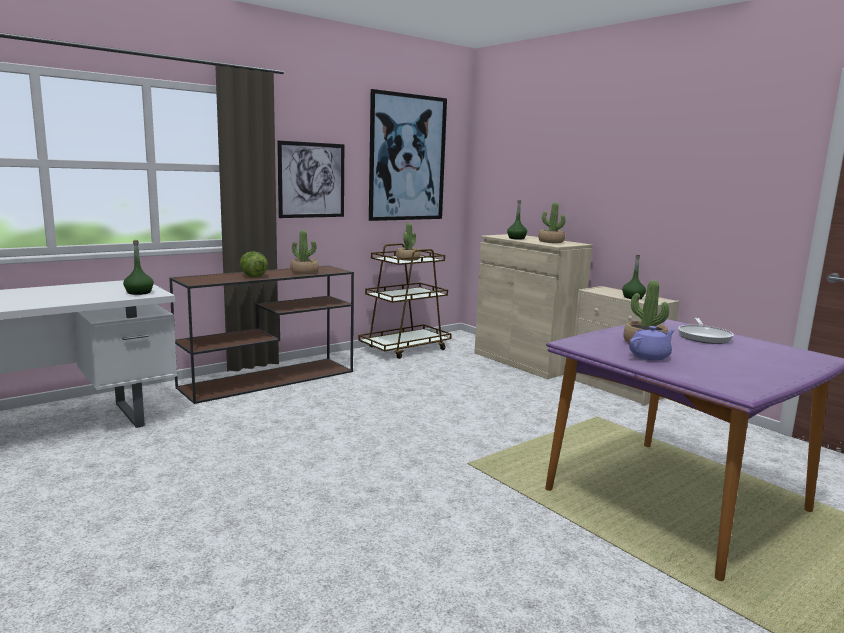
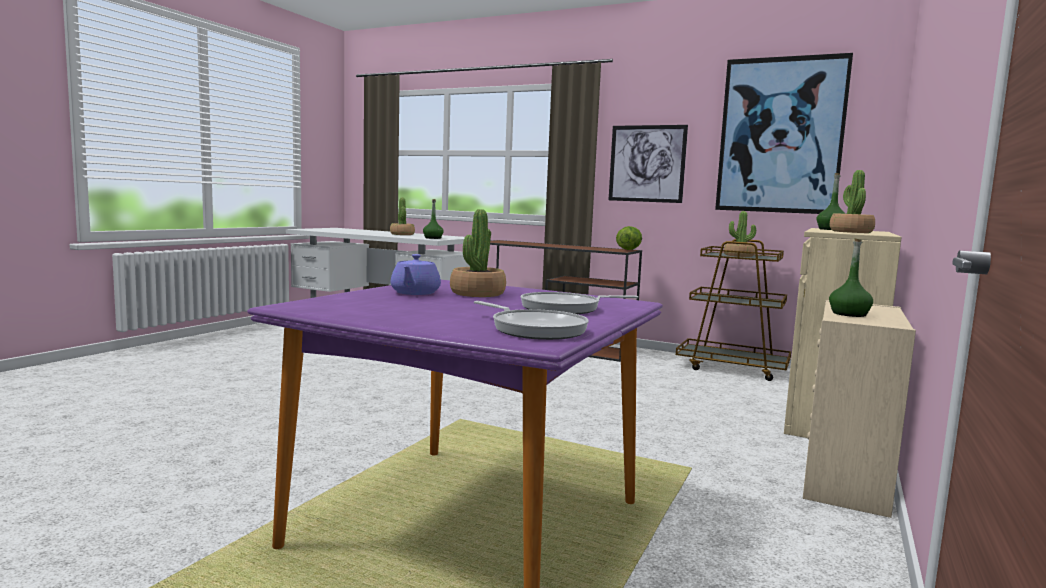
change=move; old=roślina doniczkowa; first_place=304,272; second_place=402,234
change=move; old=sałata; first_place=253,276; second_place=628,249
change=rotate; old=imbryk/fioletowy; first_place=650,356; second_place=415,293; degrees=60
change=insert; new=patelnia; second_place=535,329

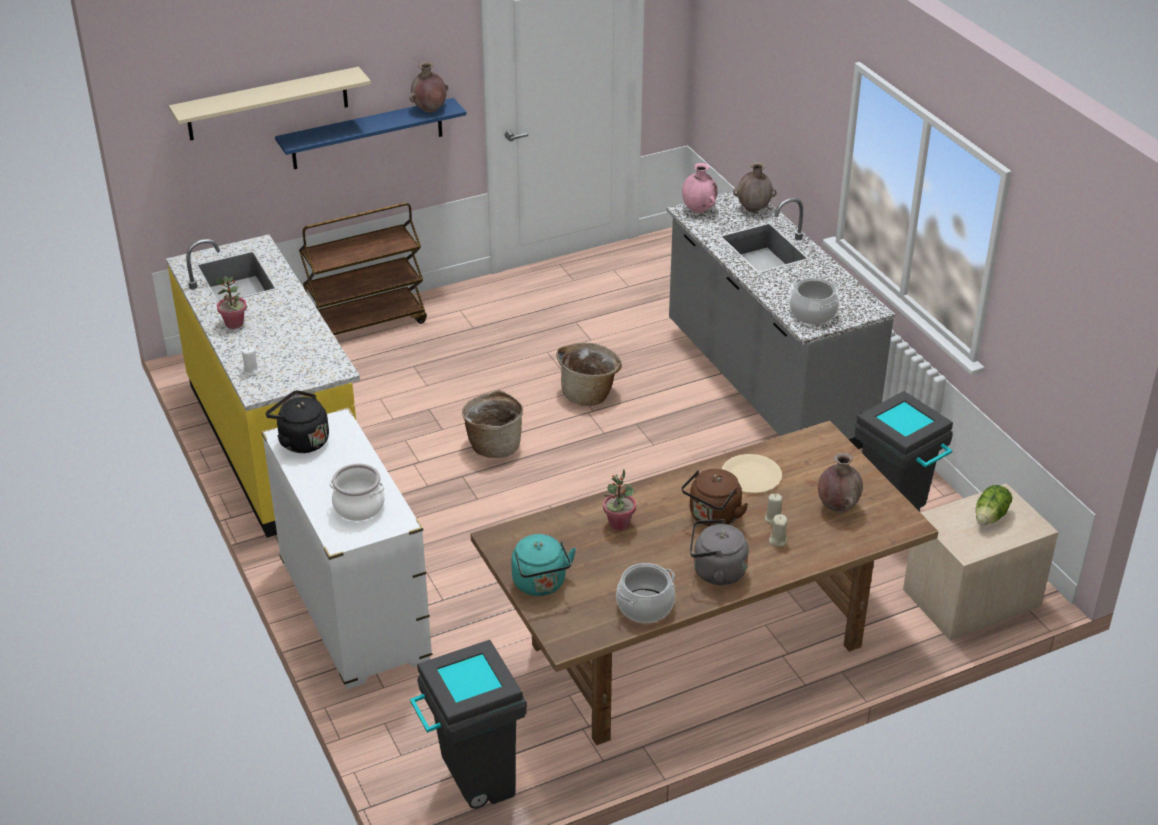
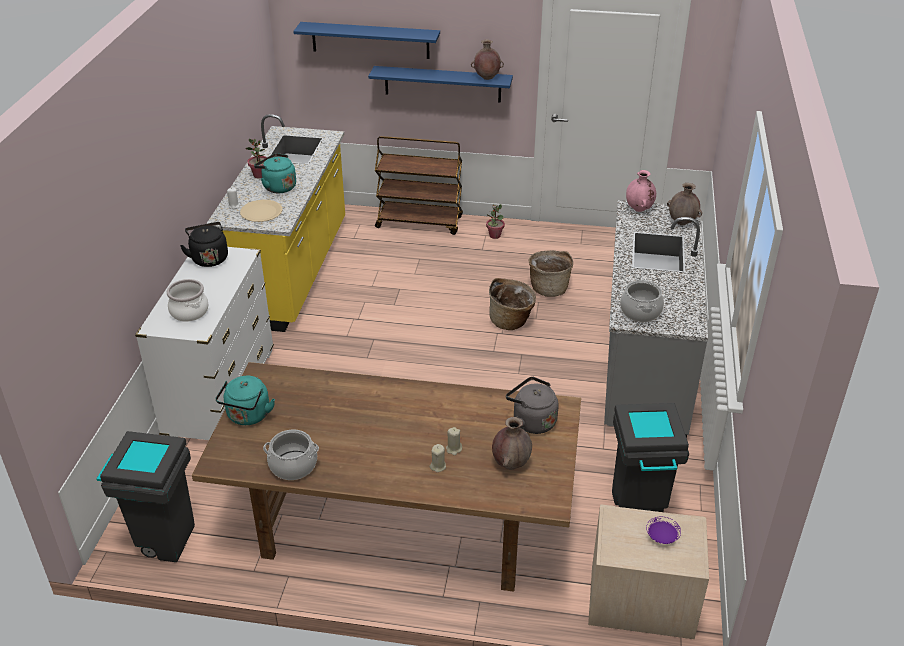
change=recolor; old=półka/beżowy; new=półka/niebieski; first_place=267,104; second_place=370,40
change=move; old=koszyk; first_place=494,445; second_place=549,288
change=move; old=talerz/beżowy; first_place=751,475; second_place=261,212
change=move; old=roślina doniczkowa; first_place=618,524; second_place=494,235
change=delete; old=czajnik/brązowy; first_place=713,517
change=replace; old=sałata; new=talerz/fioletowy; first_place=991,517; second_place=662,537
change=move; old=czajnik/szary; first_place=715,572; second_place=531,421
change=insert; new=czajnik/turkusowy; second_place=278,187

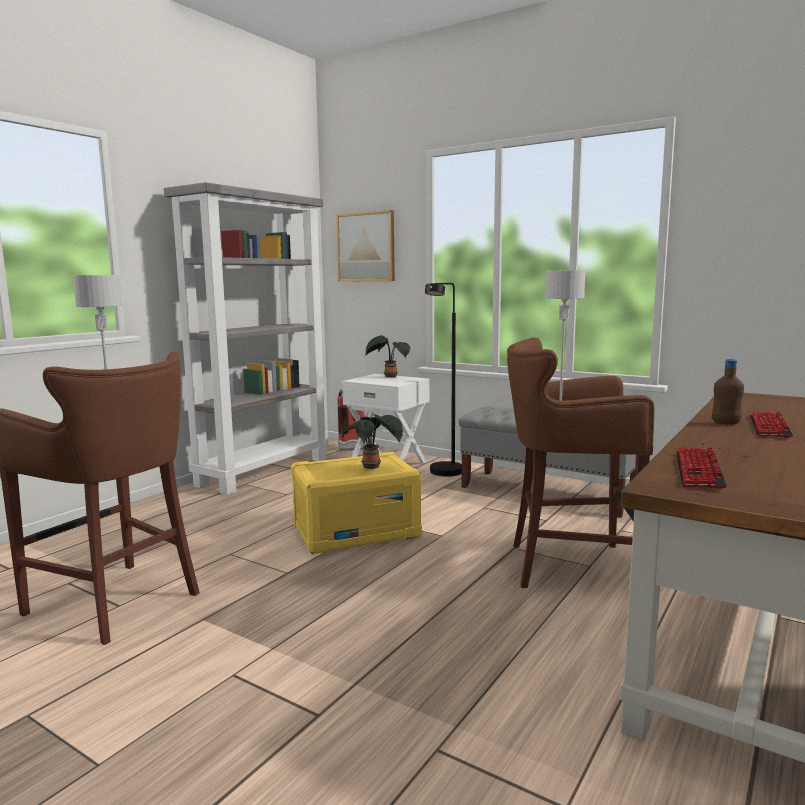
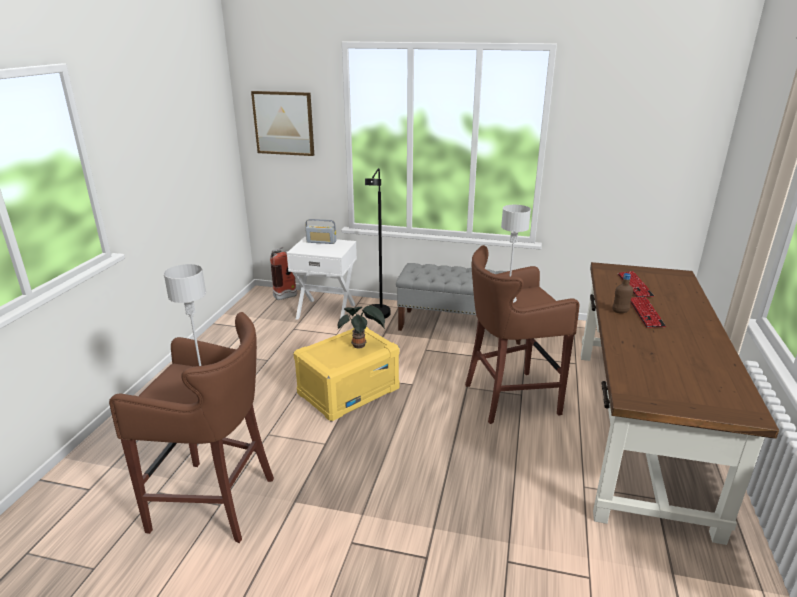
change=delete; old=regał/szary; first_place=264,471
change=replace; old=roślina doniczkowa; new=radio; first_place=389,377; second_place=321,242
change=move; old=klawiatura; first_place=698,470; second_place=634,285

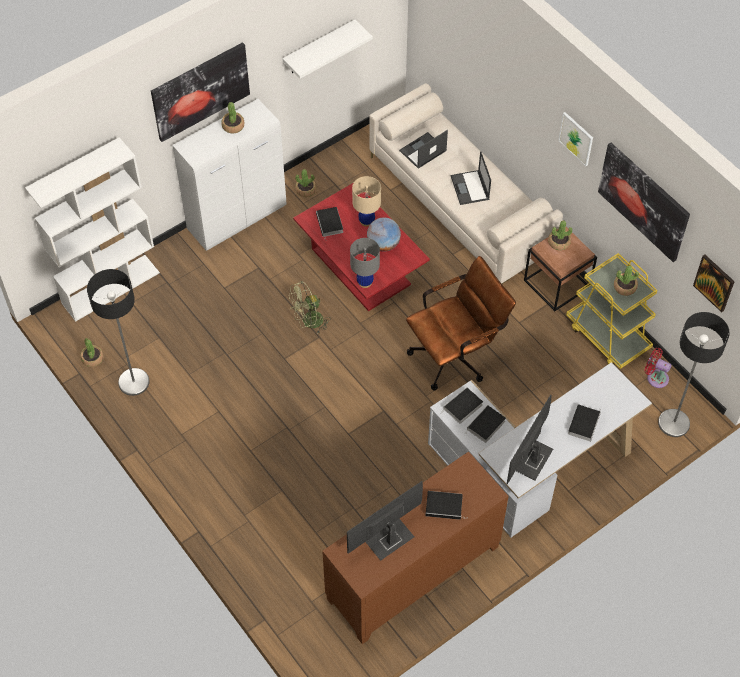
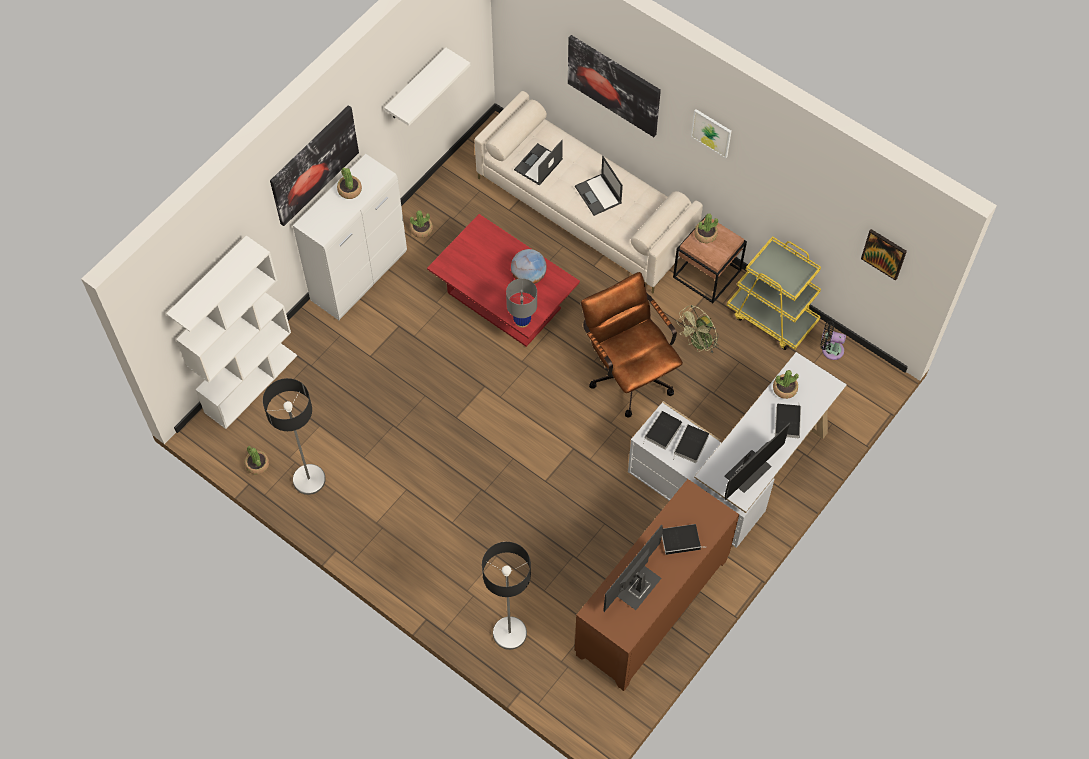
change=move; old=obraz; first_place=643,201; second_place=614,85
change=delete; old=lampa stołowa/beżowy; first_place=366,221
change=delete; old=książka; first_place=330,224
change=rotate; old=krzesło biurowe/brązowy; first_place=456,355; second_place=628,372; degrees=-75
change=move; old=roślina doniczkowa; first_place=625,287; second_place=784,388
change=move; old=wentylator/zielony; first_place=308,322; second_place=698,344
change=move; old=lampa stojąca; first_place=674,423; second_place=510,633
change=recolor; old=wentylator/czerwony; new=wentylator/czarny; first_place=655,377; second_place=830,349
change=rotate; old=monitor; first_place=532,460; second_place=748,471; degrees=-150

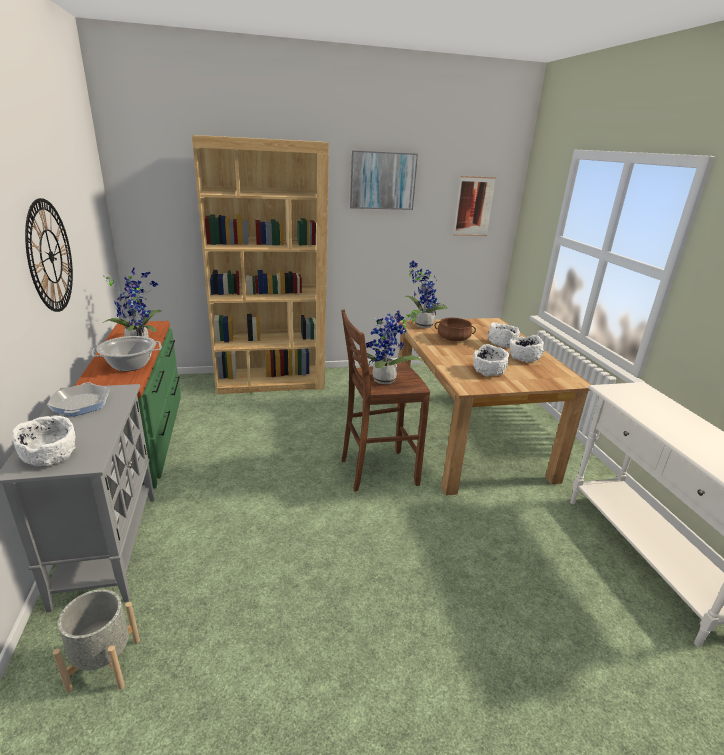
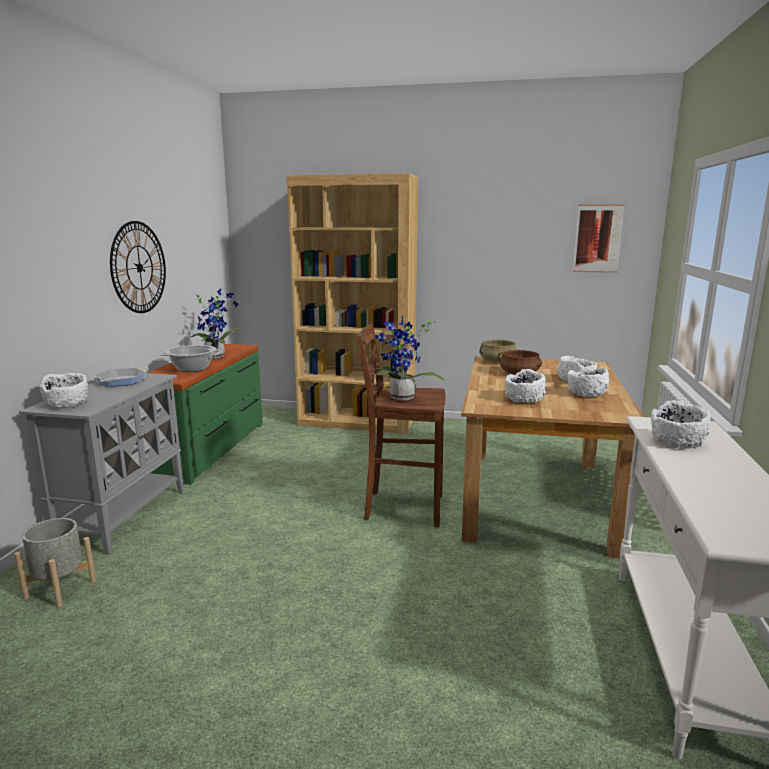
change=delete; old=obraz; first_place=382,180
change=replace; old=roślina doniczkowa; new=garnek/beżowy; first_place=421,325; second_place=497,361
change=insert; new=miska/biały; second_place=677,442

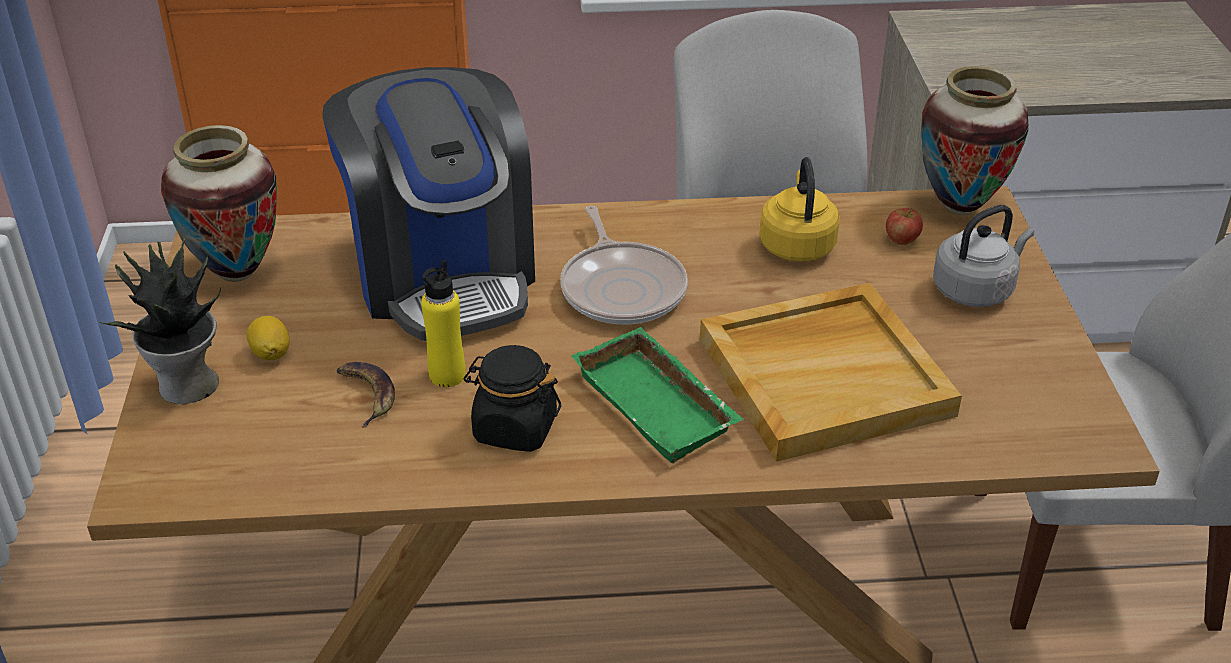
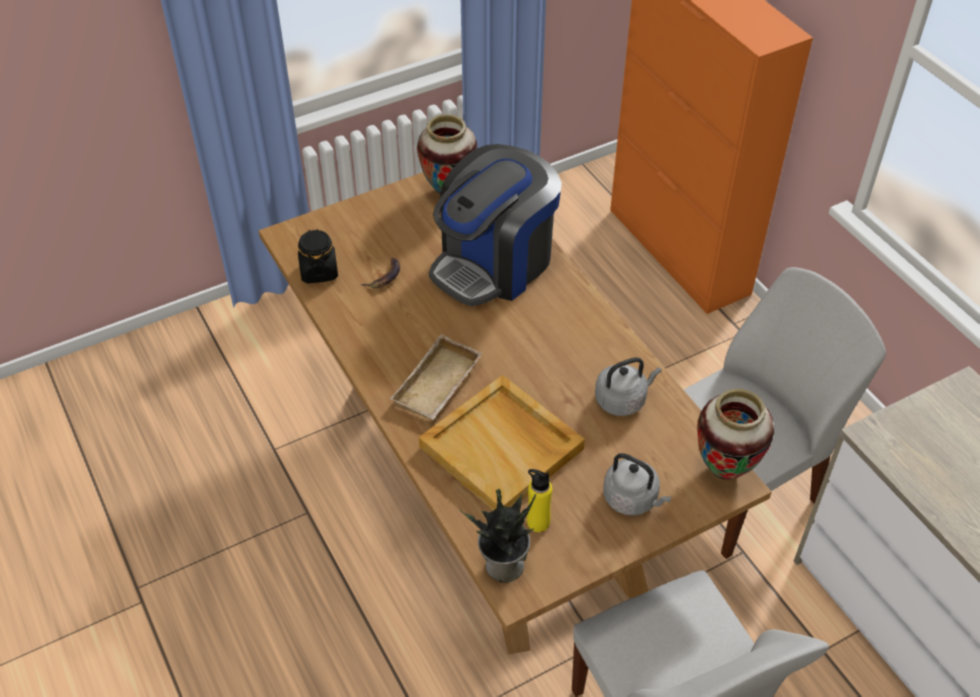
change=recolor; old=czajnik/żółty; new=czajnik/szary; first_place=796,244; second_place=622,400
change=delete; old=patelnia; first_place=622,288
change=delete; old=jabłko; first_place=901,240
change=move; old=roślina doniczkowa; first_place=188,386; second_place=503,566
change=move; old=butelka/żółty; first_place=447,375; second_place=538,522
change=delete; old=cytryna; first_place=271,353
change=recolor; old=taca/zielony; new=taca/beżowy; first_place=660,404; second_place=439,386
change=move; old=słoik/czarny; first_place=514,428; second_place=319,271

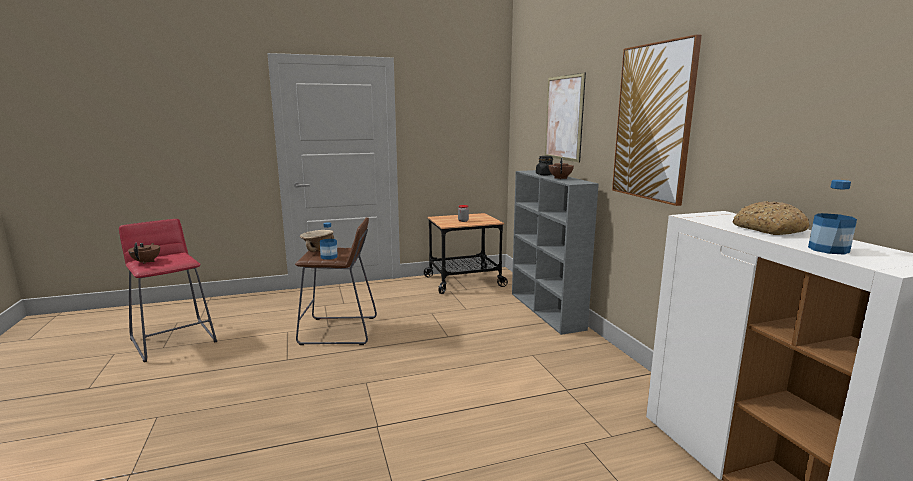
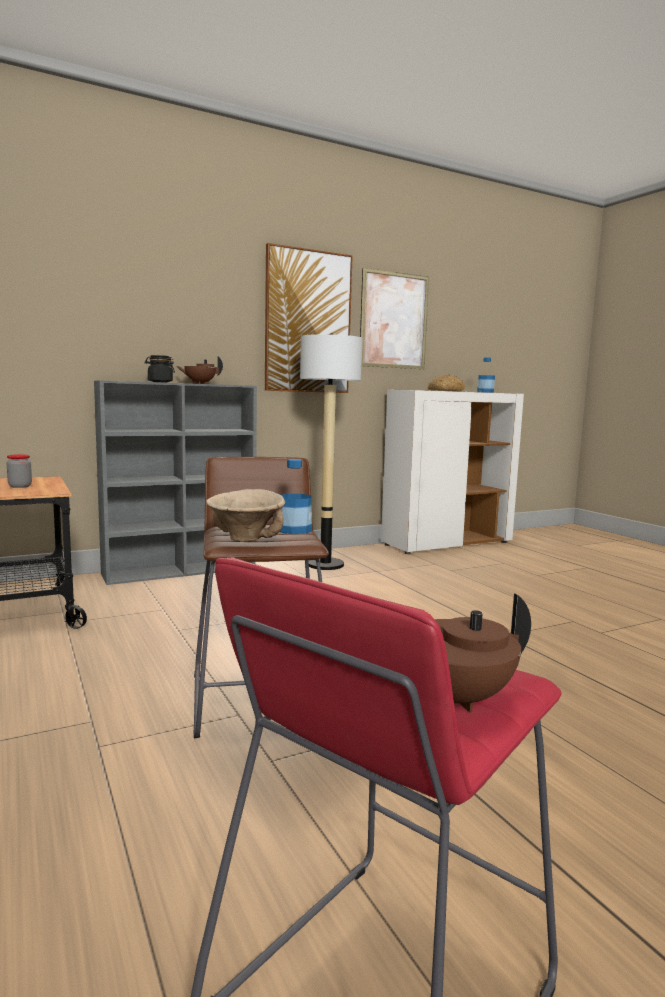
change=move; old=obraz; first_place=564,118; second_place=394,320
change=insert; new=lampa stojąca; second_place=325,564

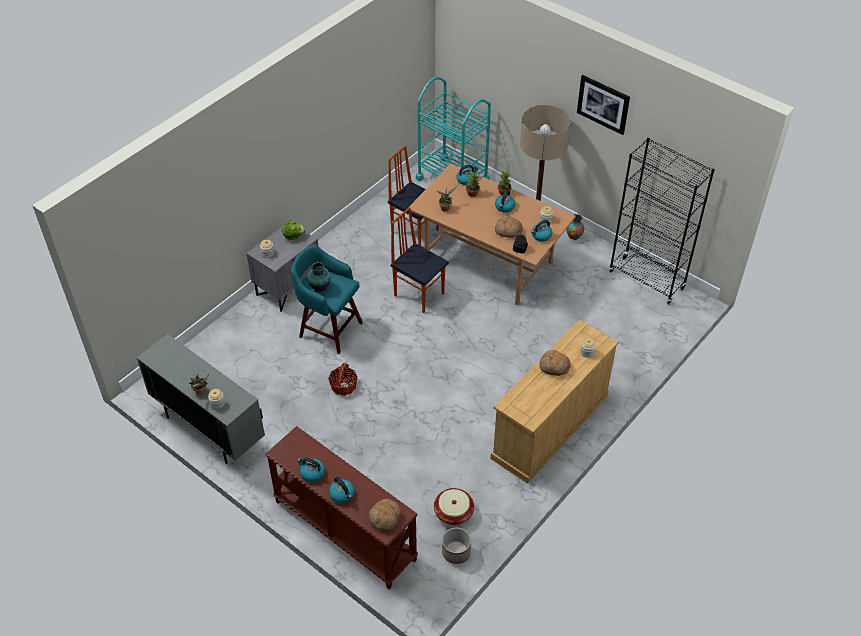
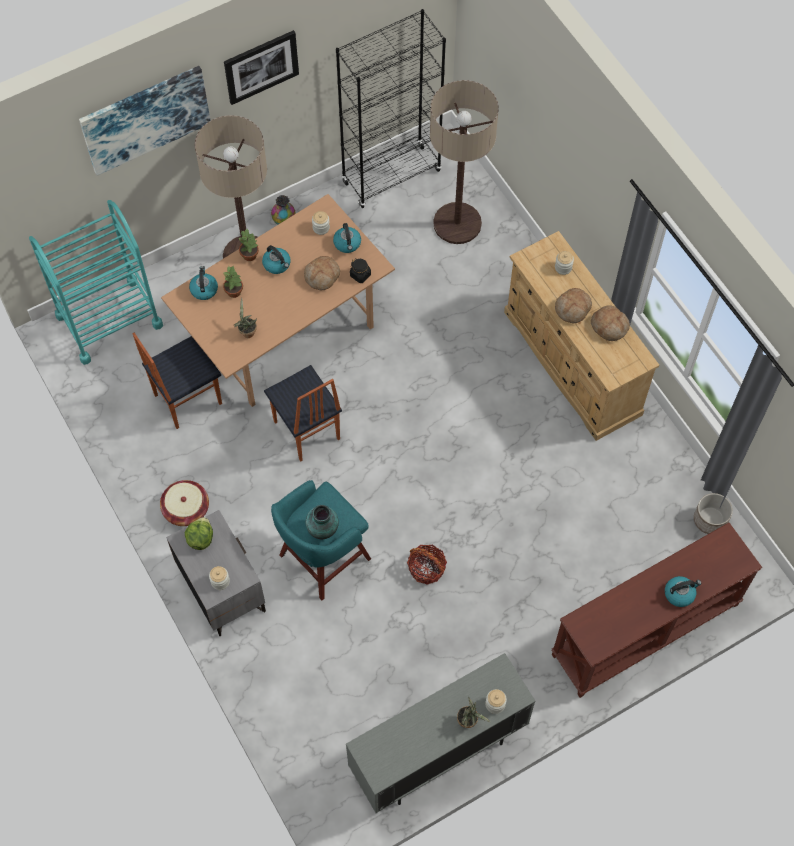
change=rotate; old=krzesło; first_place=419,294; second_place=306,431; degrees=-90
change=delete; old=czajnik; first_place=312,473
change=move; old=koszyk; first_place=453,512; second_place=186,509
change=move; old=chleb; first_place=385,517; second_place=609,326
change=insert; new=obraz; second_place=145,119
change=insert; new=lampa stojąca; second_place=457,224

